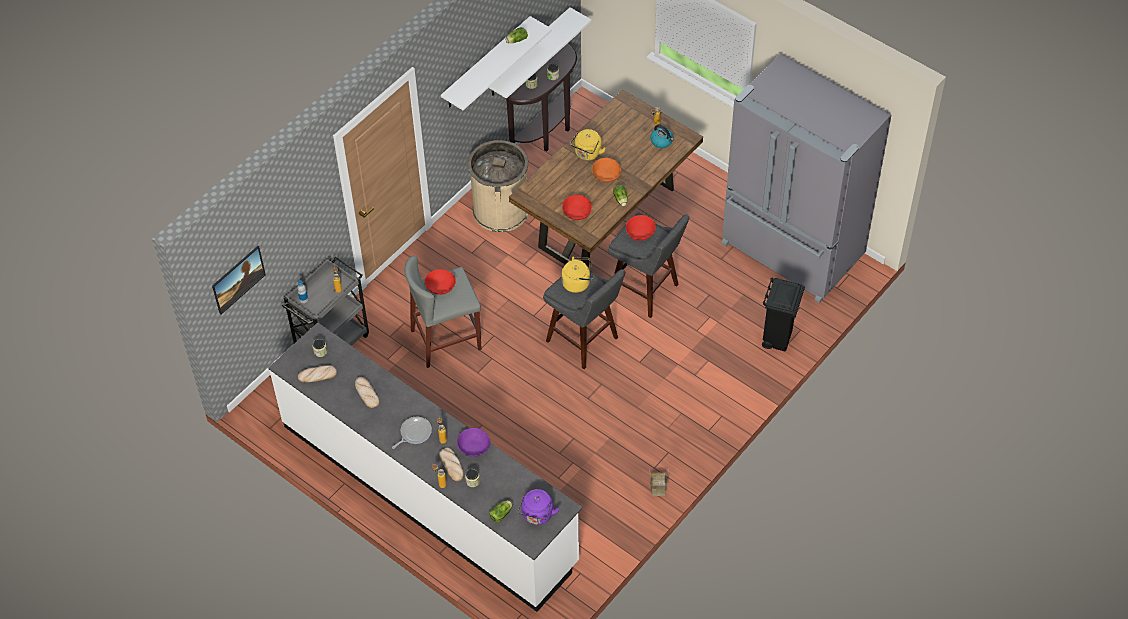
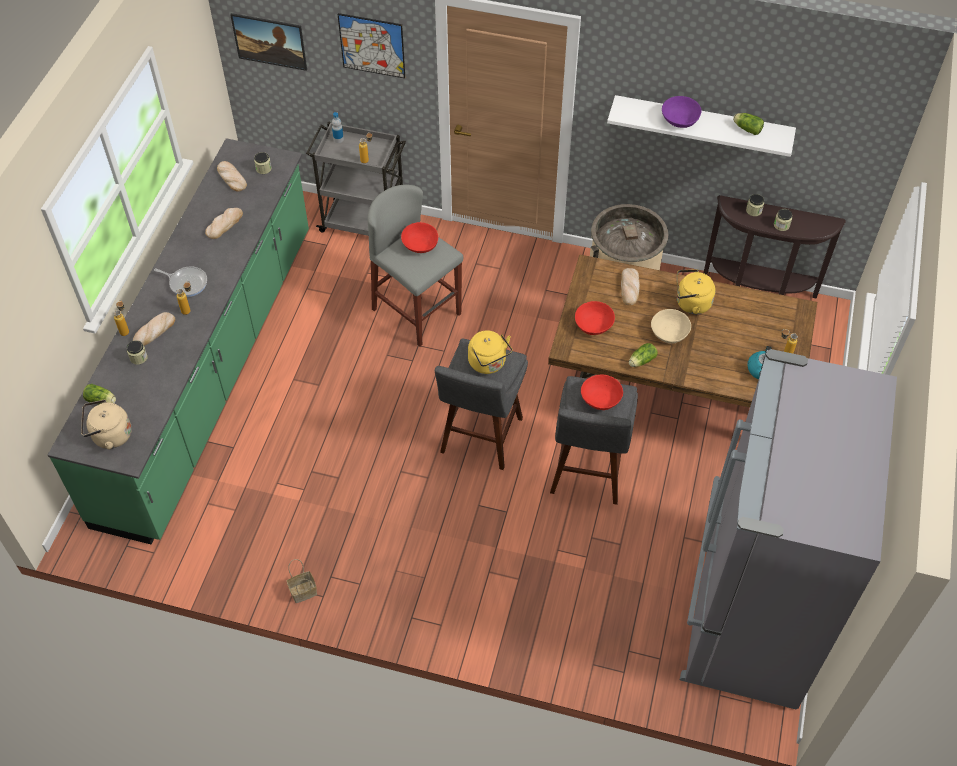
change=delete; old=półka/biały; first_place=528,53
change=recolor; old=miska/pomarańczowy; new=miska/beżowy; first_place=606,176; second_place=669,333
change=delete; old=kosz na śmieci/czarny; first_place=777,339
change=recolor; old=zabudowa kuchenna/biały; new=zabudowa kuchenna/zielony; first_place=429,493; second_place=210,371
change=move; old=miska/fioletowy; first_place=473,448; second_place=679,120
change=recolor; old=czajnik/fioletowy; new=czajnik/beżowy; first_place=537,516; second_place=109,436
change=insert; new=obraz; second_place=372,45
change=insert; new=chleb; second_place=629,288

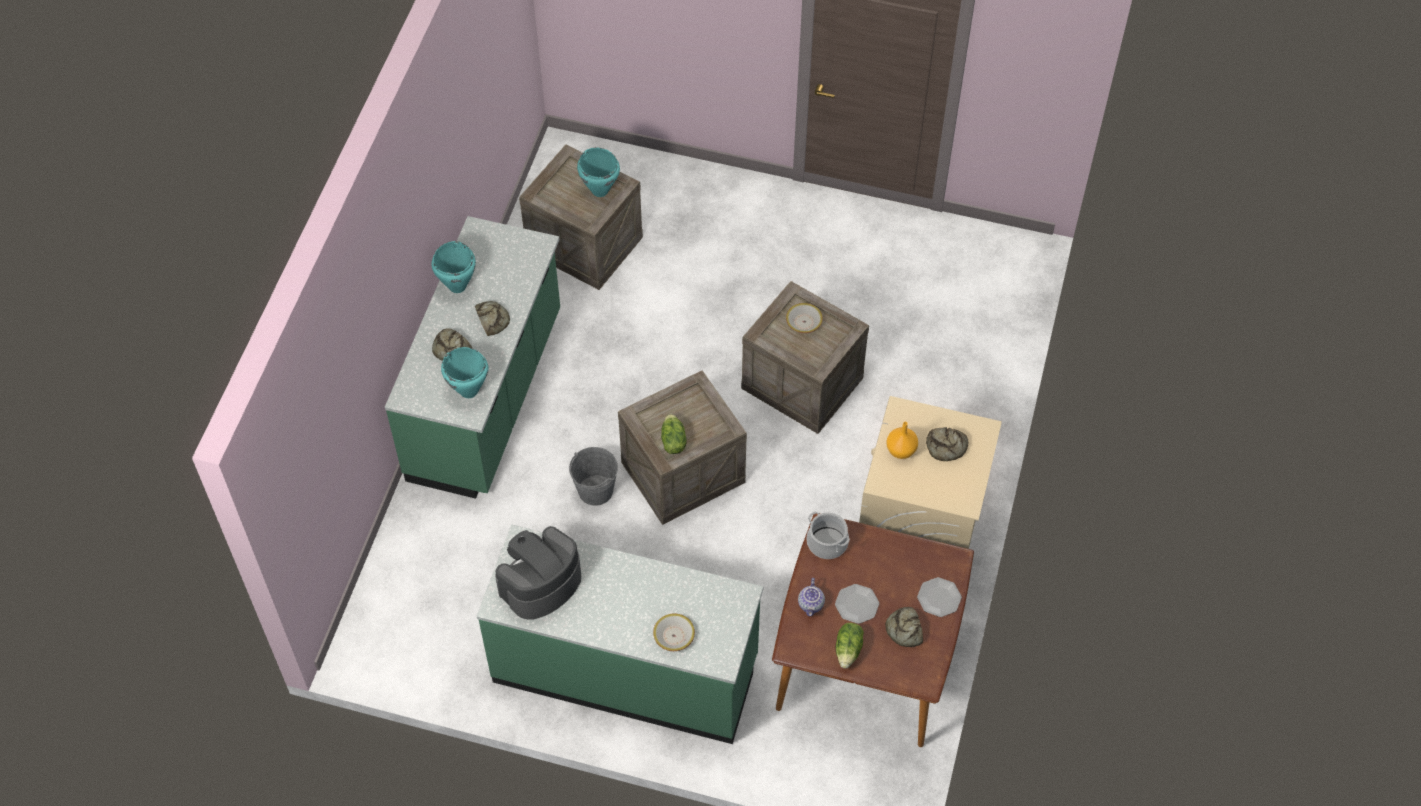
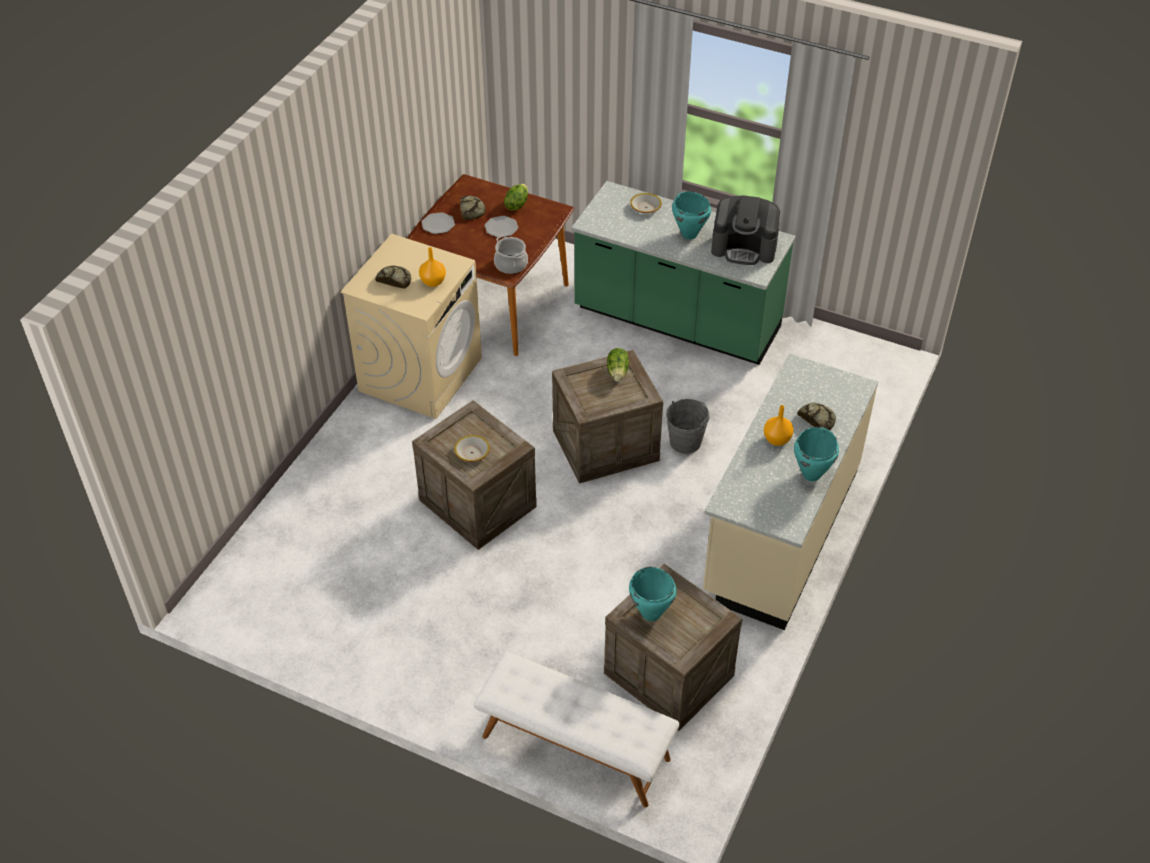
change=recolor; old=zabudowa kuchenna/zielony; new=zabudowa kuchenna/beżowy; first_place=487,397; second_place=780,532
change=replace; old=chleb; new=wazon/pomarańczowy; first_place=492,319; second_place=777,440
change=move; old=garnek/turkusowy; first_place=469,391; second_place=689,234
change=rotate; old=ekspres do kawy; first_place=540,584; second_place=744,247; degrees=45
change=delete; old=imbryk; first_place=811,604
change=insert; new=ławka/biały; second_place=575,748

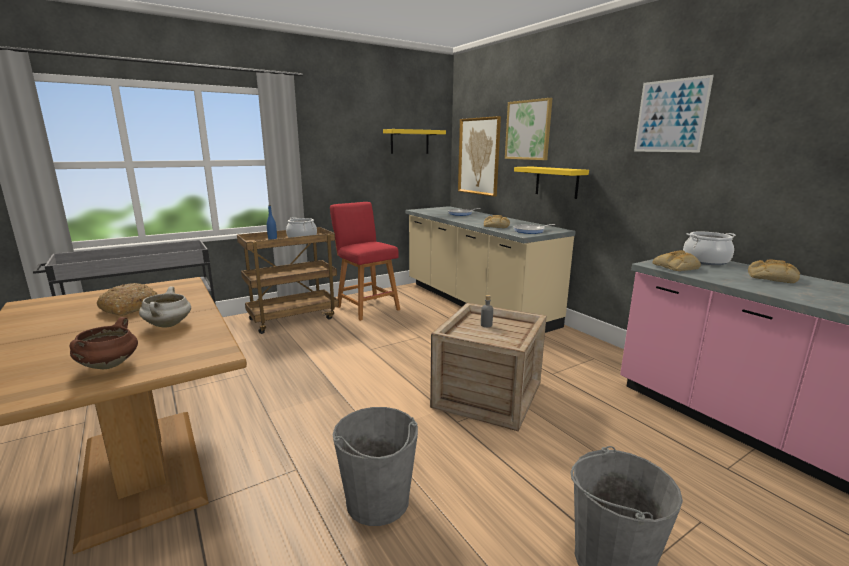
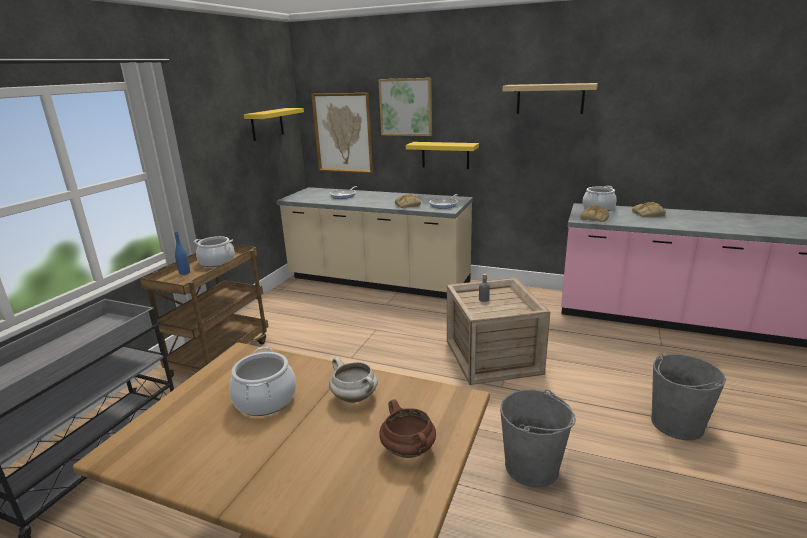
change=replace; old=obraz; new=półka; first_place=670,116; second_place=550,99
change=delete; old=stołek/czerwony; first_place=366,307
change=replace; old=chleb; new=garnek; first_place=131,307; second_place=265,400

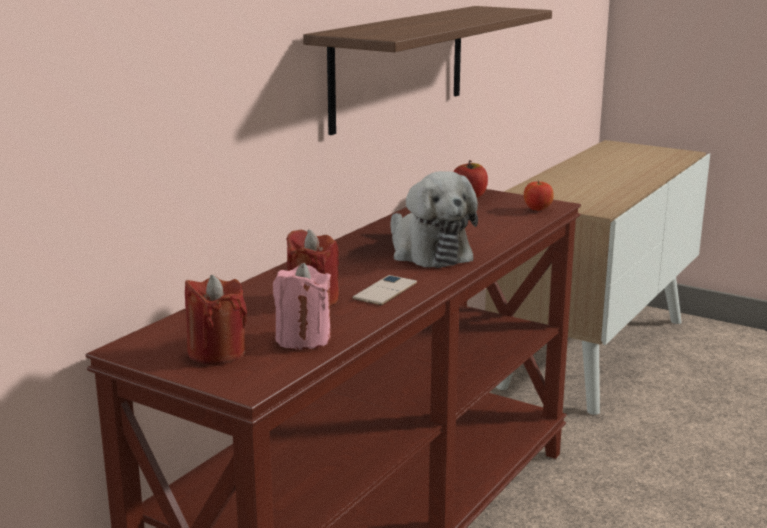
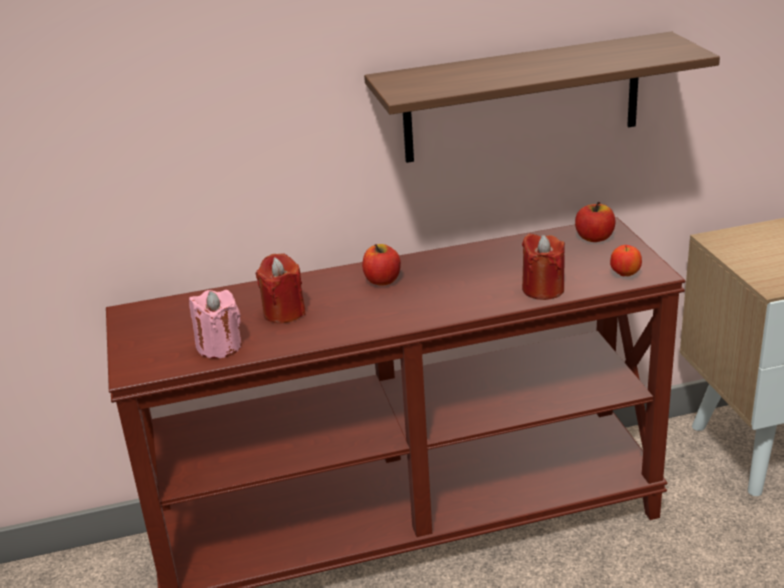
change=delete; old=pluszak; first_place=428,252
change=move; old=świeca/czerwony; first_place=217,353; second_place=543,289
change=delete; old=telefon; first_place=385,291
change=insert; new=jabłko; second_place=382,280

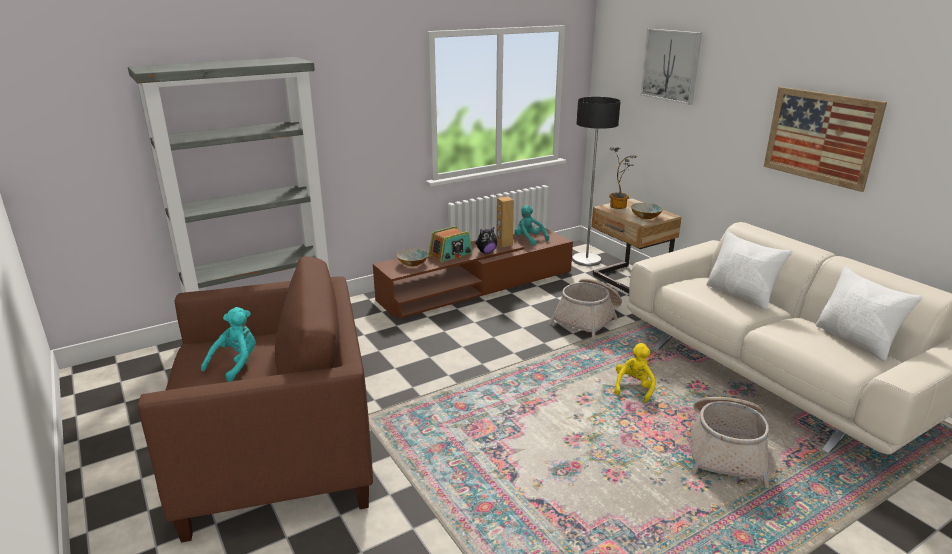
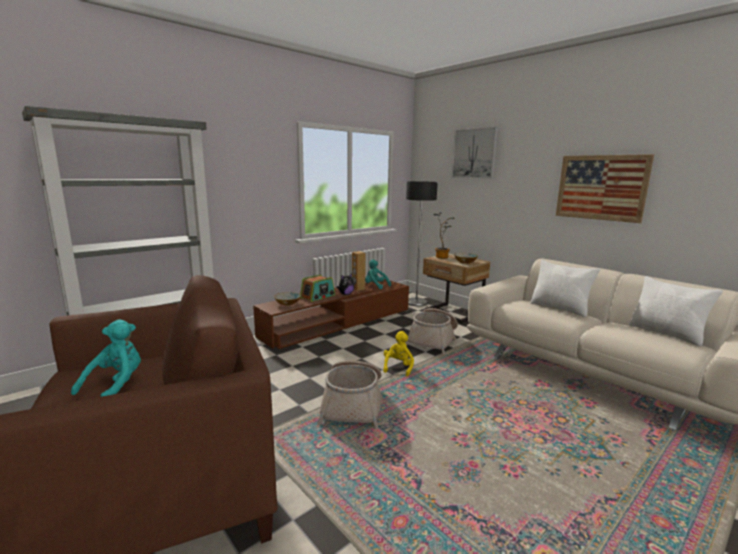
change=move; old=pluszak/żółty; first_place=634,388; second_place=398,367
change=move; old=koszyk; first_place=725,450; second_place=353,404

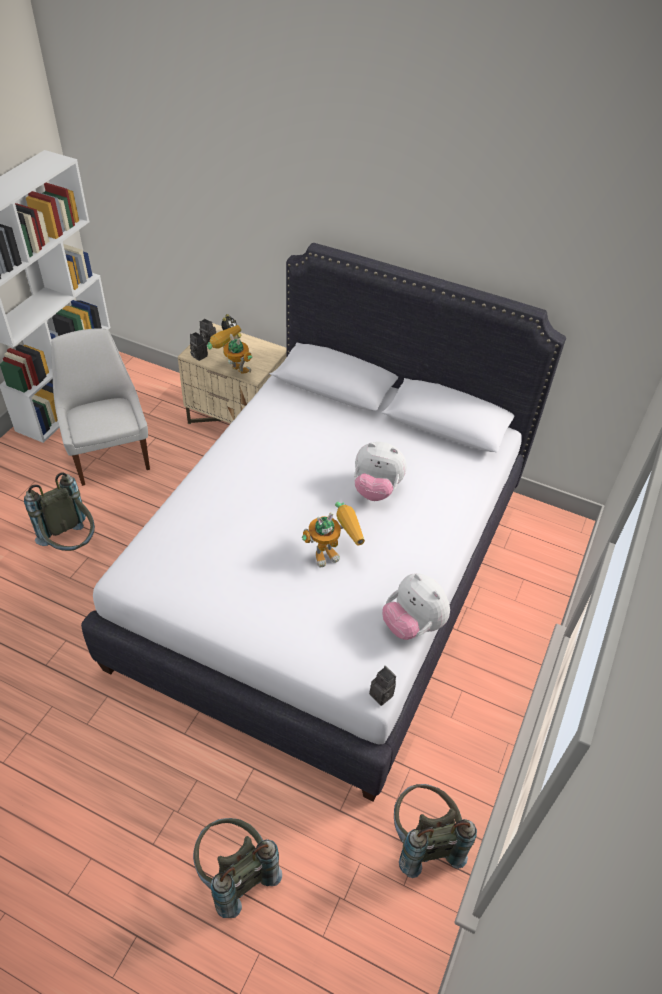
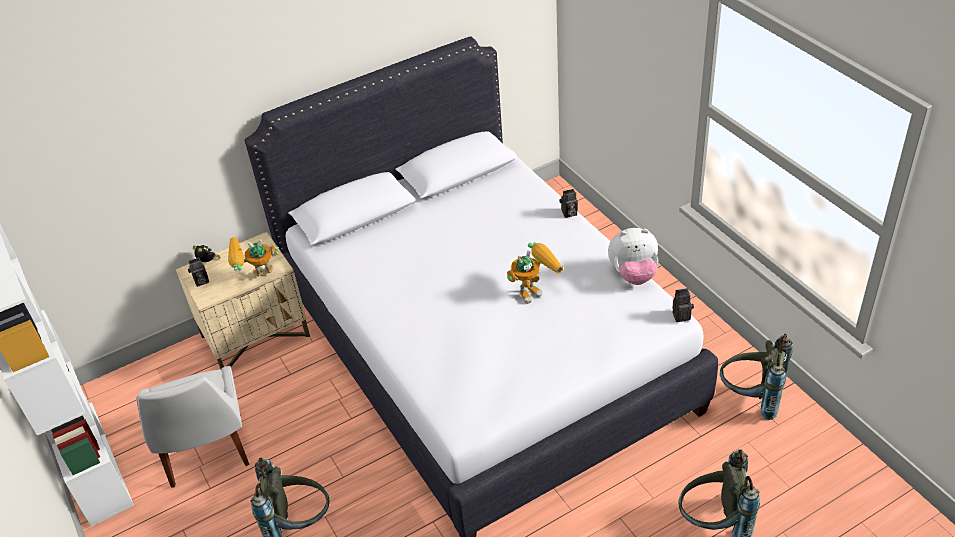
change=rotate; old=krzesło/biały; first_place=110,455; second_place=207,453; degrees=-120
change=move; old=aparat fotograficzny; first_place=198,356; second_place=568,213
change=delete; old=pluszak; first_place=376,489
change=rotate; old=robot zabawkowy; first_place=333,552; second_place=534,289; degrees=45

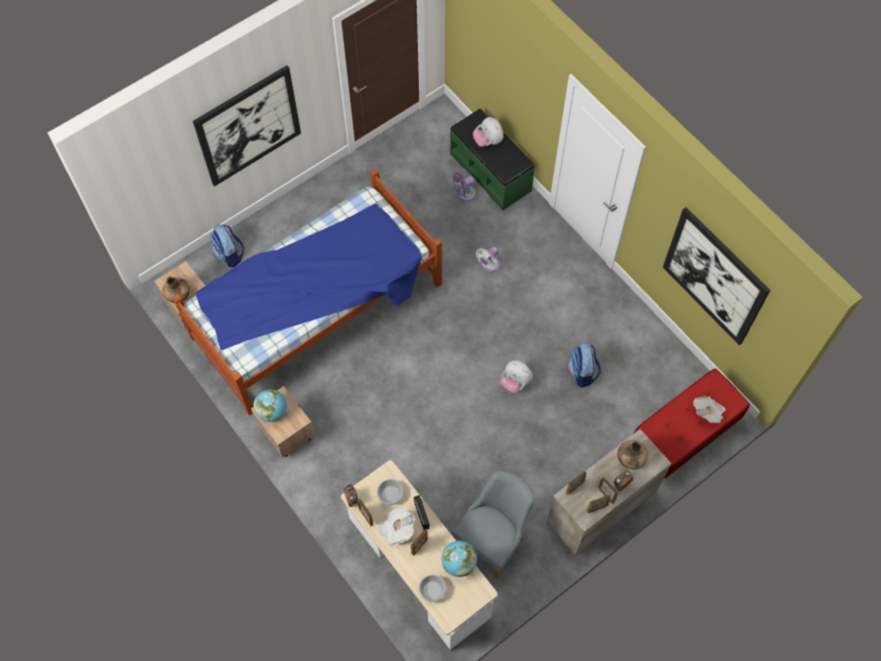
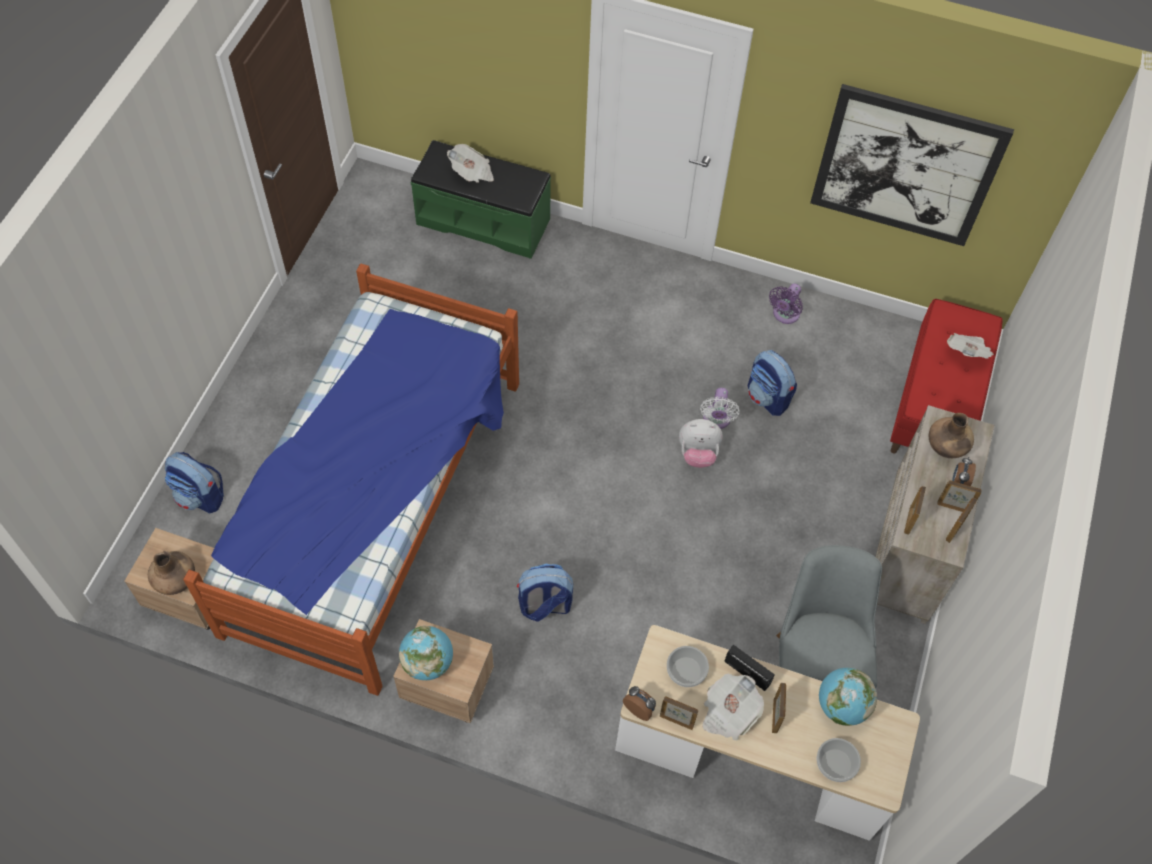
change=delete; old=obraz; first_place=248,126
change=replace; old=pluszak; new=gazeta; first_place=488,141; second_place=472,173
change=move; old=wentylator/fioletowy; first_place=464,193; second_place=784,315
change=move; old=wentylator/biały; first_place=489,265; second_place=716,420
change=insert; new=plecak; second_place=544,605

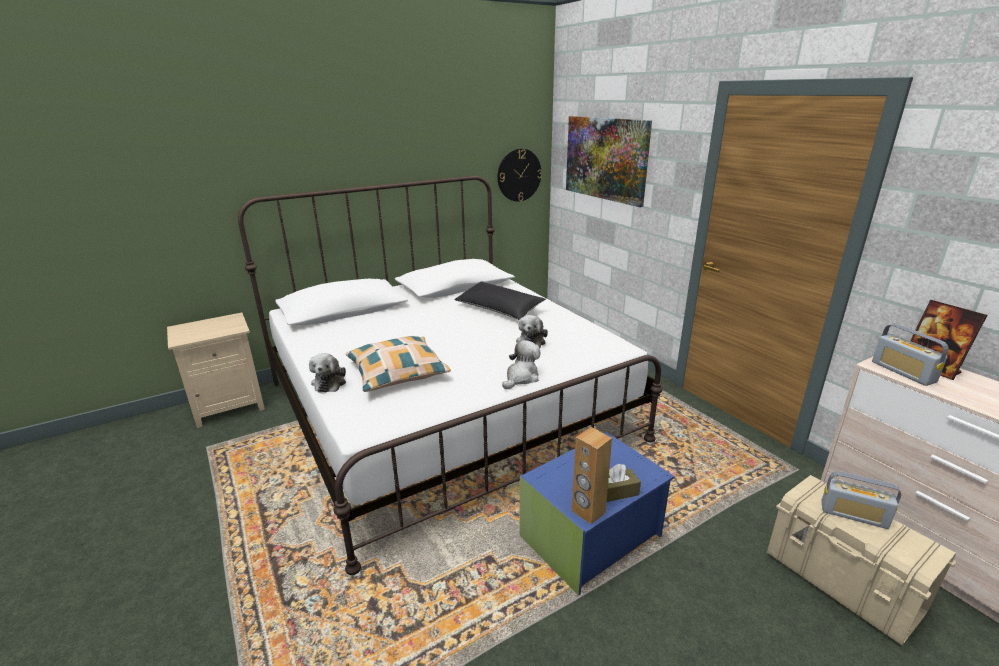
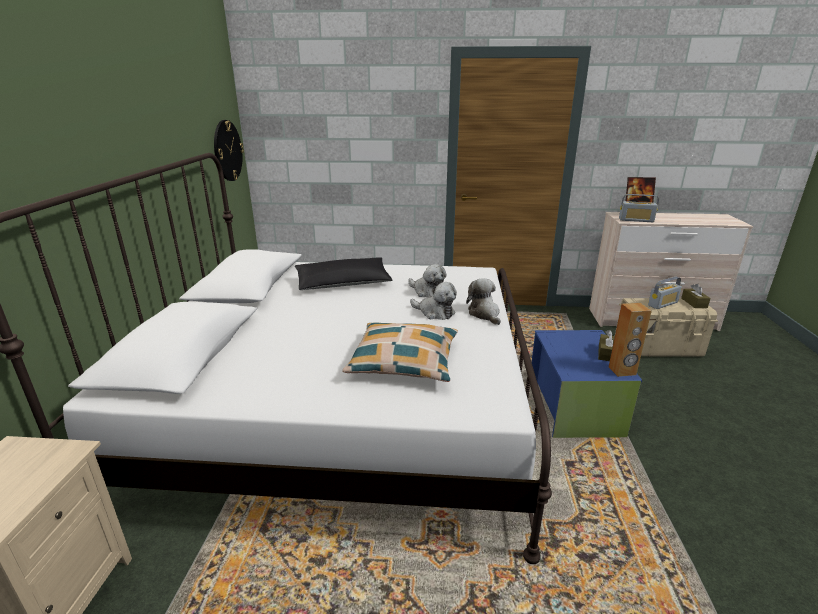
change=delete; old=obraz; first_place=605,158
change=move; old=pluszak; first_place=330,382; second_place=435,312
change=insert; new=pudełko chusteczek/brązowy; second_place=694,303

